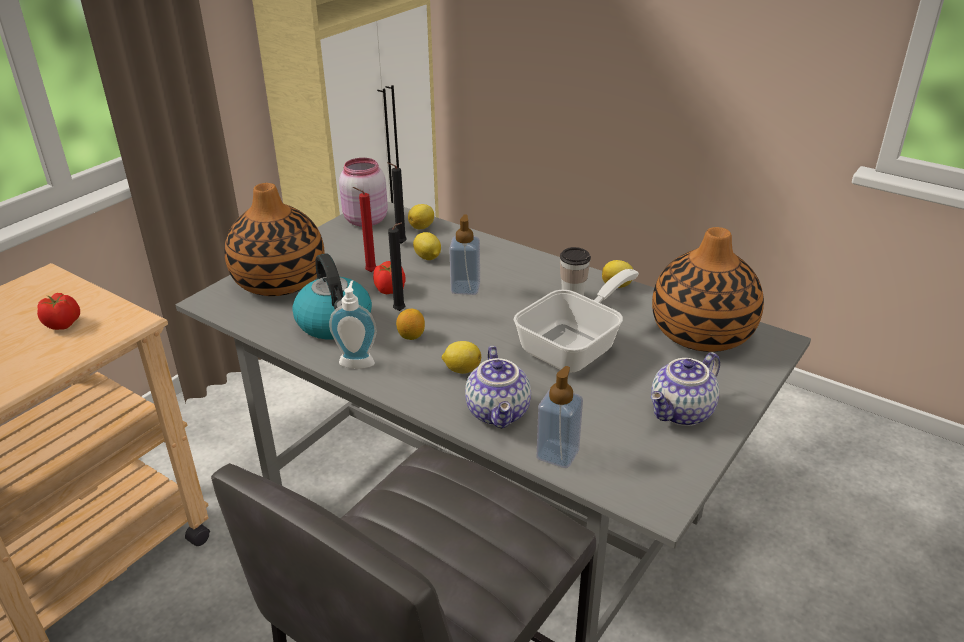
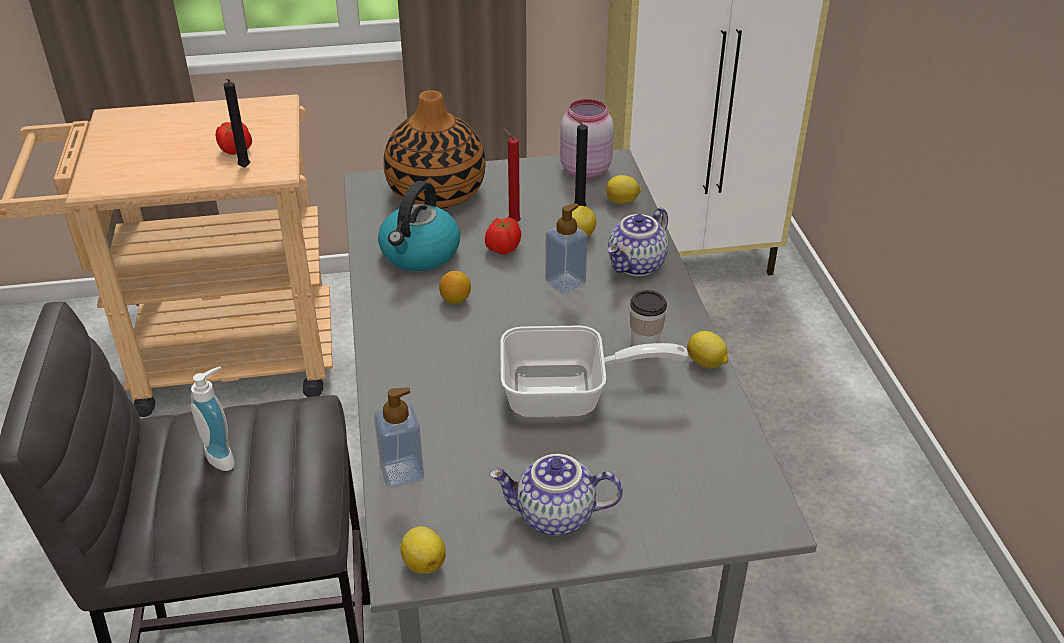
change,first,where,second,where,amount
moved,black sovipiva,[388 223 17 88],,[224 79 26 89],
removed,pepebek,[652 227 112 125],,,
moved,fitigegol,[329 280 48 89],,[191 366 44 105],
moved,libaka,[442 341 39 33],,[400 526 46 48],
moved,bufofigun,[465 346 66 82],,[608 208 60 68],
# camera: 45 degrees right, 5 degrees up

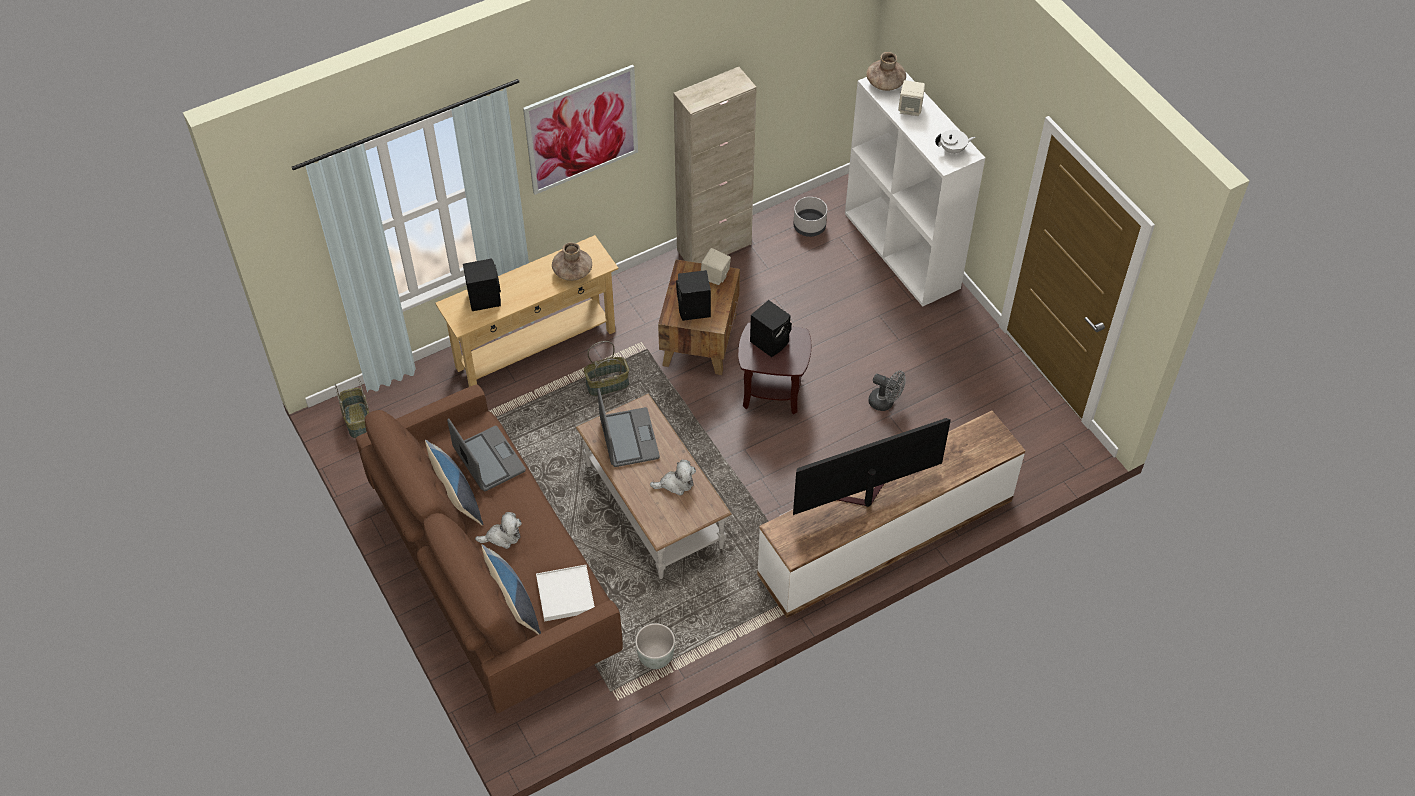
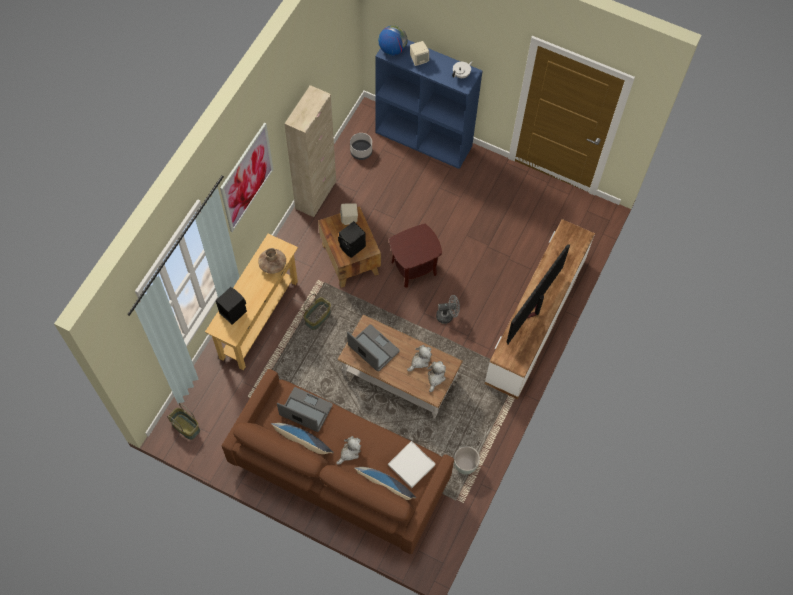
change,first,where,second,where,amount
replaced,brown pepebek,[866 52 40 39],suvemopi,[378 26 30 29],
recoloured,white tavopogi,[845 73 140 234],blue tavopogi,[375 40 107 129],
removed,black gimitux,[750 300 42 57],,,
moved,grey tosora,[869 371 37 40],,[436 295 24 29],
added,,,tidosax,[427 361 19 31],
# camera: 35 degrees left, 10 degrees up

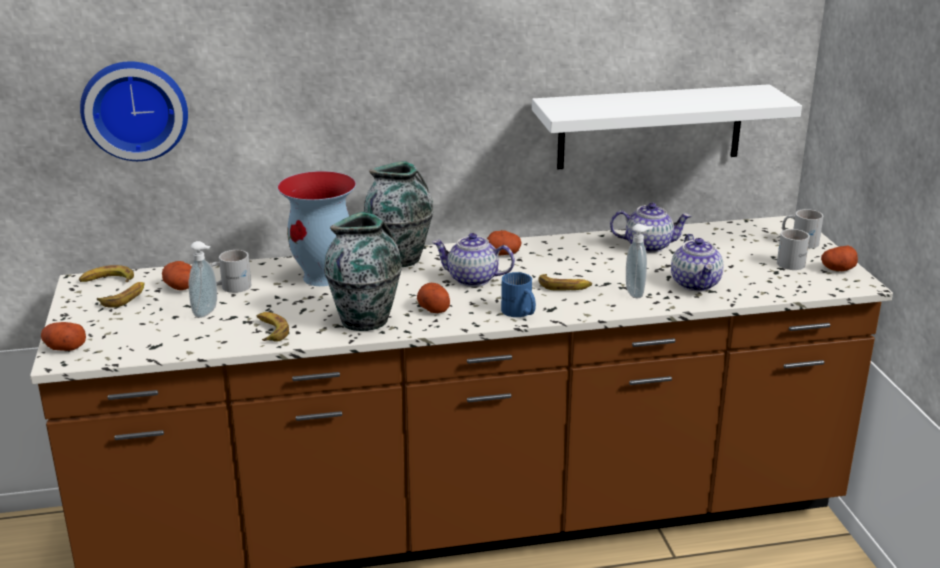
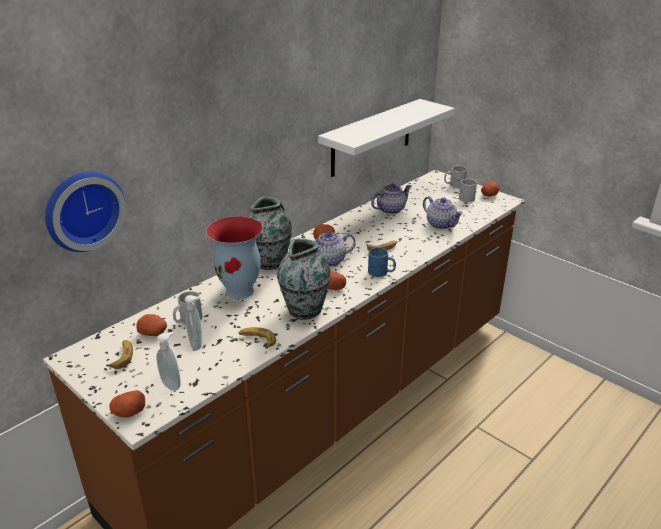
change,first,where,second,where,amount
moved,fitigegol,[626 224 27 74],,[156 332 25 59],
removed,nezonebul,[79 265 55 17],,,
# camera: 35 degrees left, 5 degrees up

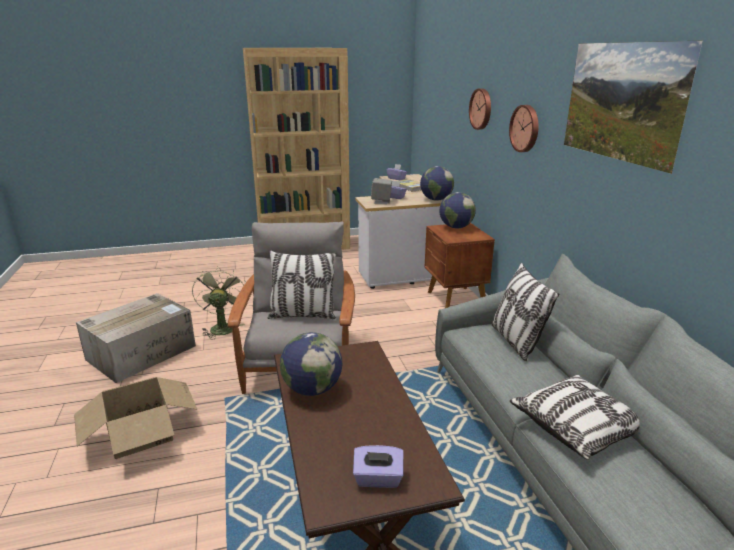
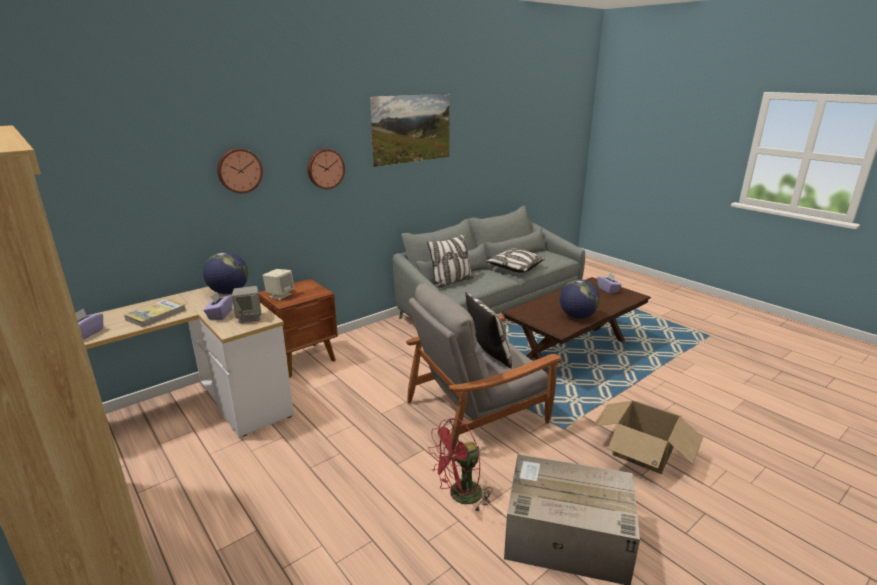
change,first,where,second,where,amount
replaced,suvemopi,[439 192 37 37],beige gimitux,[263 269 31 31],
recoloured,green tosora,[192 266 54 72],red tosora,[428 418 65 95],
# camera: 115 degrees left, 0 degrees up

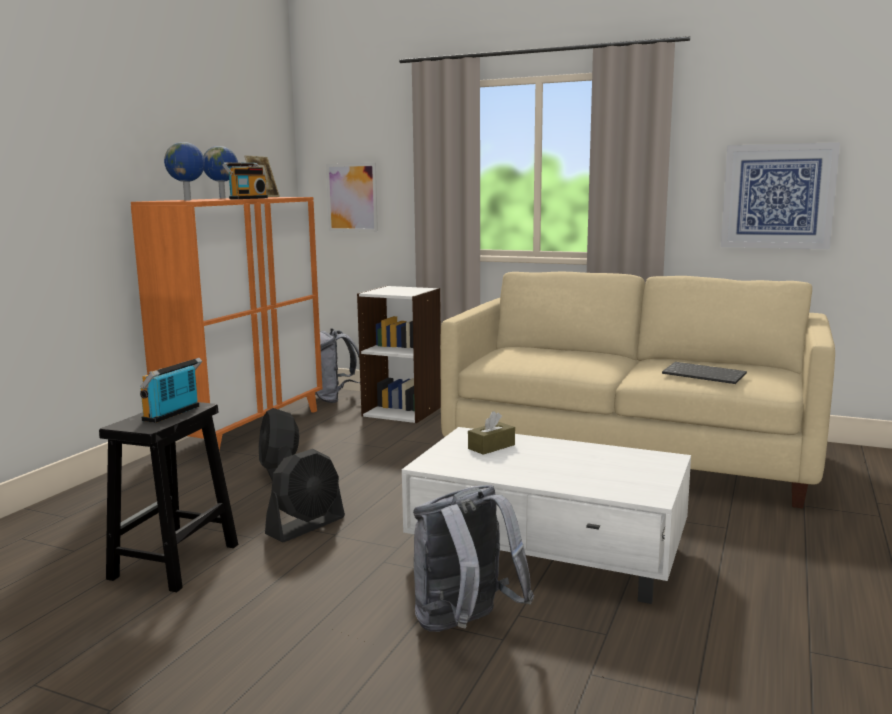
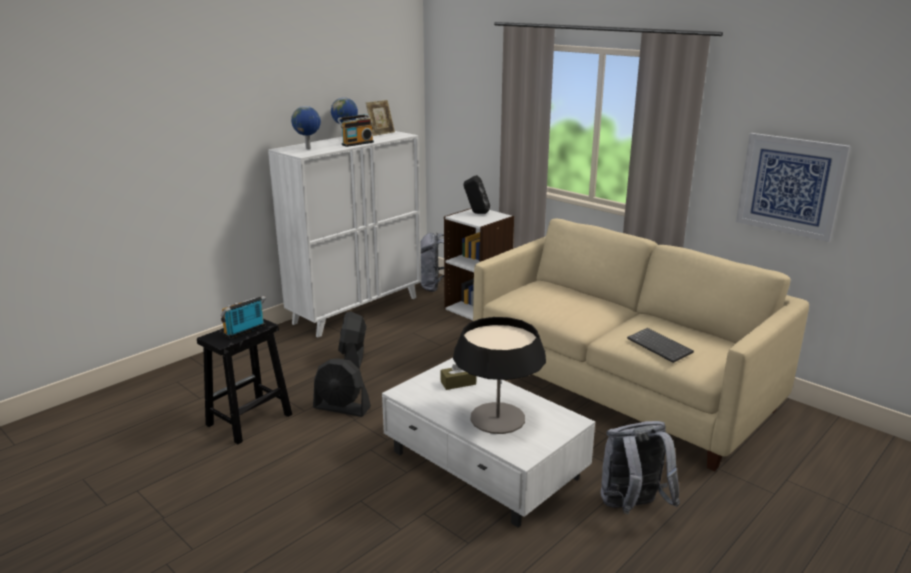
change,first,where,second,where,amount
removed,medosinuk,[326 163 52 69],,,
recoloured,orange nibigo,[131 197 192 254],white nibigo,[268 131 153 206],
turned,black tosora,[265 449 80 93],,[313 358 58 59],45 degrees clockwise
moved,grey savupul,[413 485 121 147],,[601 421 79 93],
added,,,black gimitux,[464 175 26 39],
added,,,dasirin,[453 317 93 117],
# camera: 20 degrees right, 10 degrees up

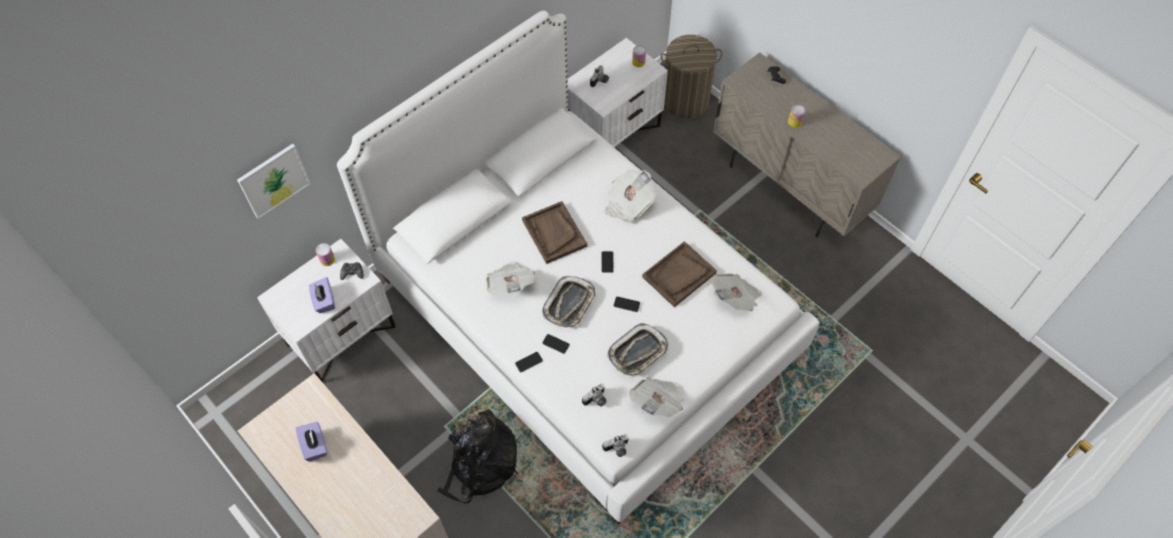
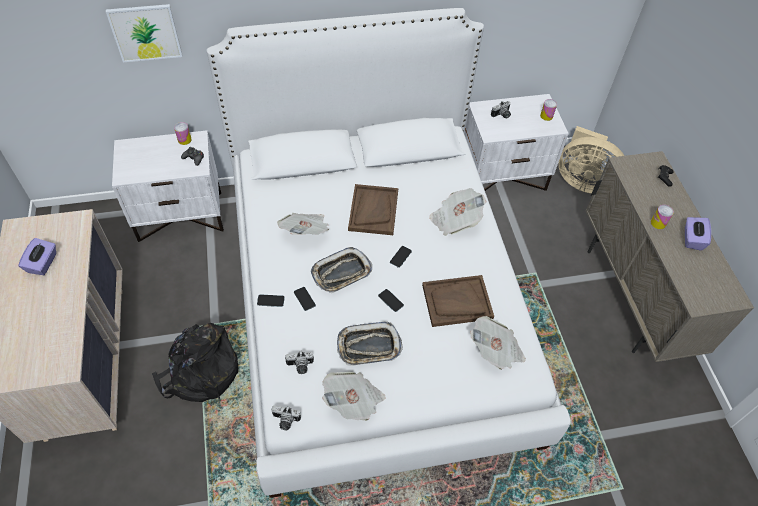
change,first,where,second,where,amount
replaced,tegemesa,[660 35 62 83],beige tosora,[559 126 65 67],
moved,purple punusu,[309 277 26 36],,[685 217 26 34],
# camera: 30 degrees right, 5 degrees down

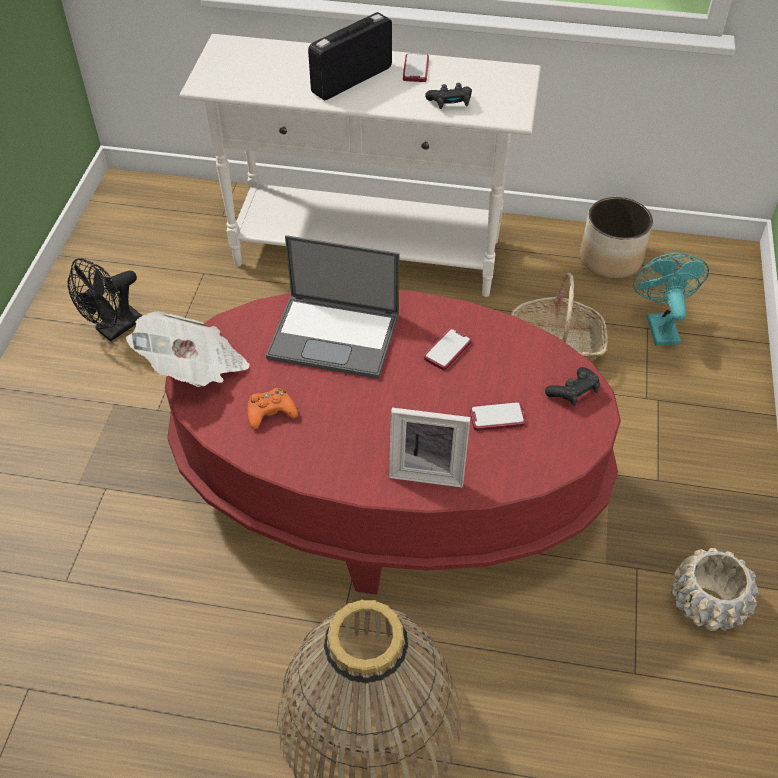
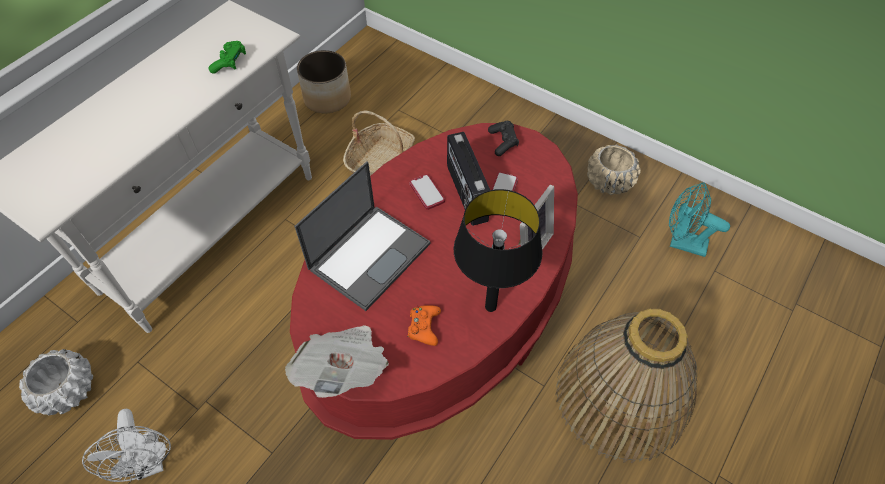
change,first,where,second,where,amount
moved,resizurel,[308 12 84 88],,[447 132 43 94],
removed,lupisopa,[403 54 26 28],,,
recoloured,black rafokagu,[425 83 47 26],green rafokagu,[209 41 37 33],
moved,turquoise tosora,[633 253 76 93],,[669 182 61 75],
recoloured,black tosora,[68 258 75 83],white tosora,[82 409 89 73],
added,,,black dasirin,[454 189 89 123],
added,,,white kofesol,[19 349 74 66],
# camera: 65 degrees left, 5 degrees up

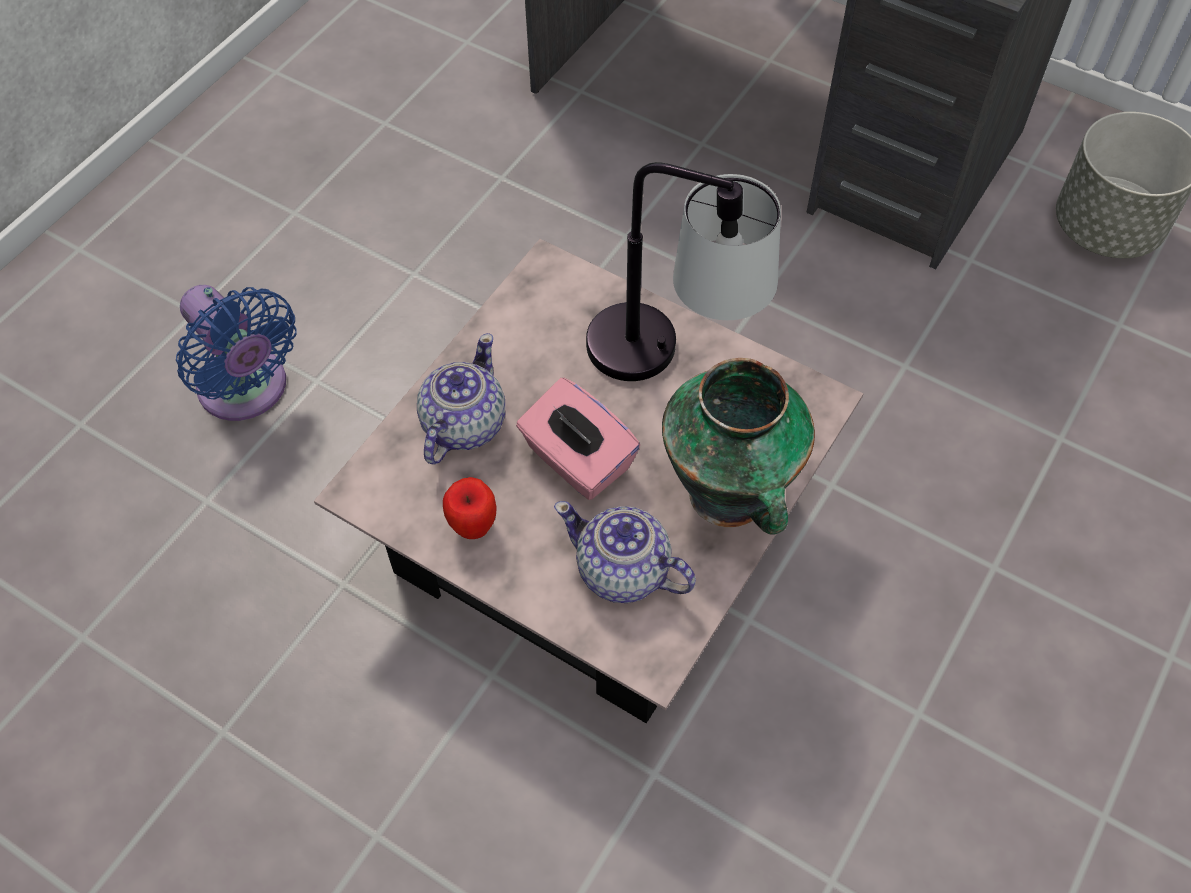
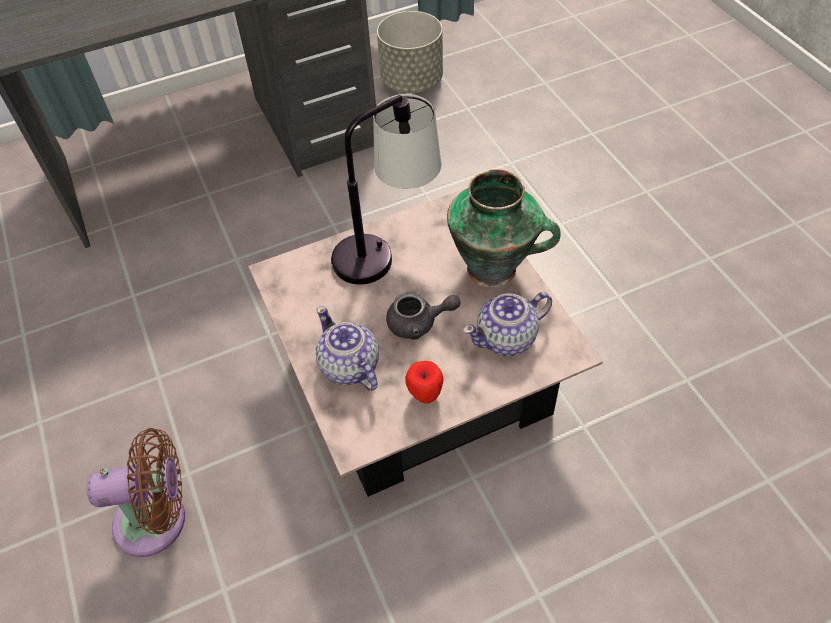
change,first,where,second,where,amount
recoloured,blue tosora,[176 285 121 136],brown tosora,[87 428 98 129],
replaced,pink punusu,[516 378 124 122],grey bufofigun,[386 292 75 48],
# camera: 55 degrees left, 5 degrees down

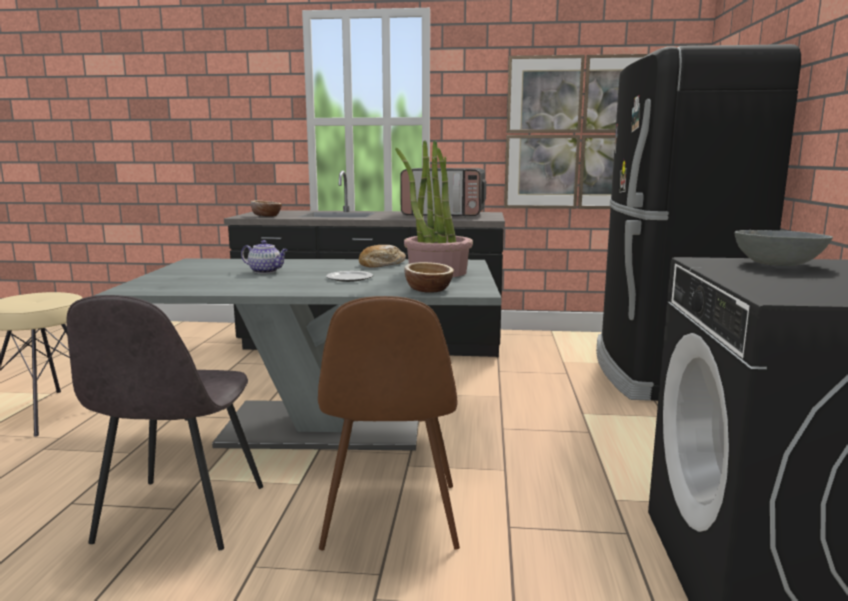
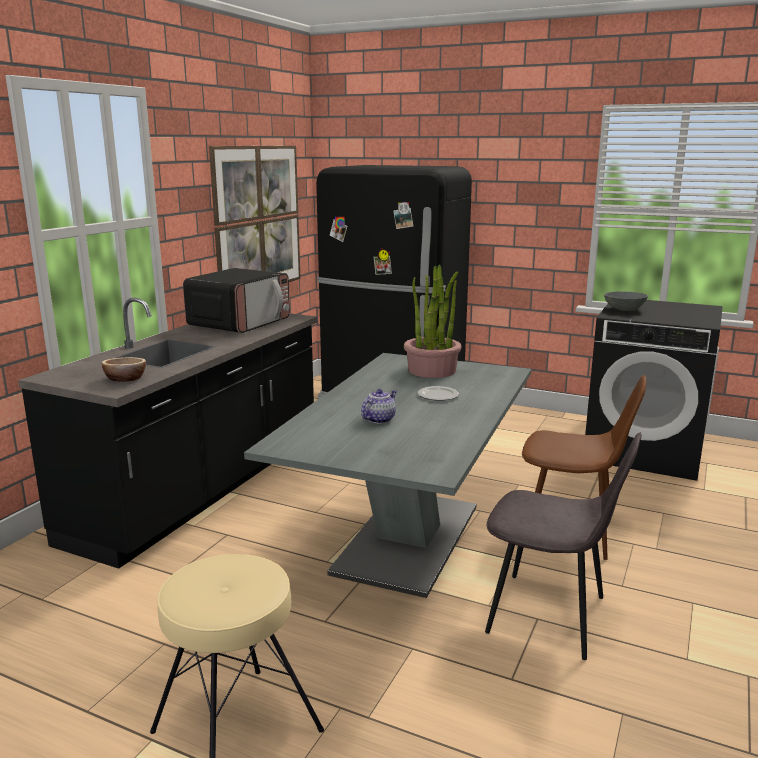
change,first,where,second,where,amount
removed,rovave,[359 245 47 23],,,
removed,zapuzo,[404 262 50 31],,,
# camera: 70 degrees left, 5 degrees up

